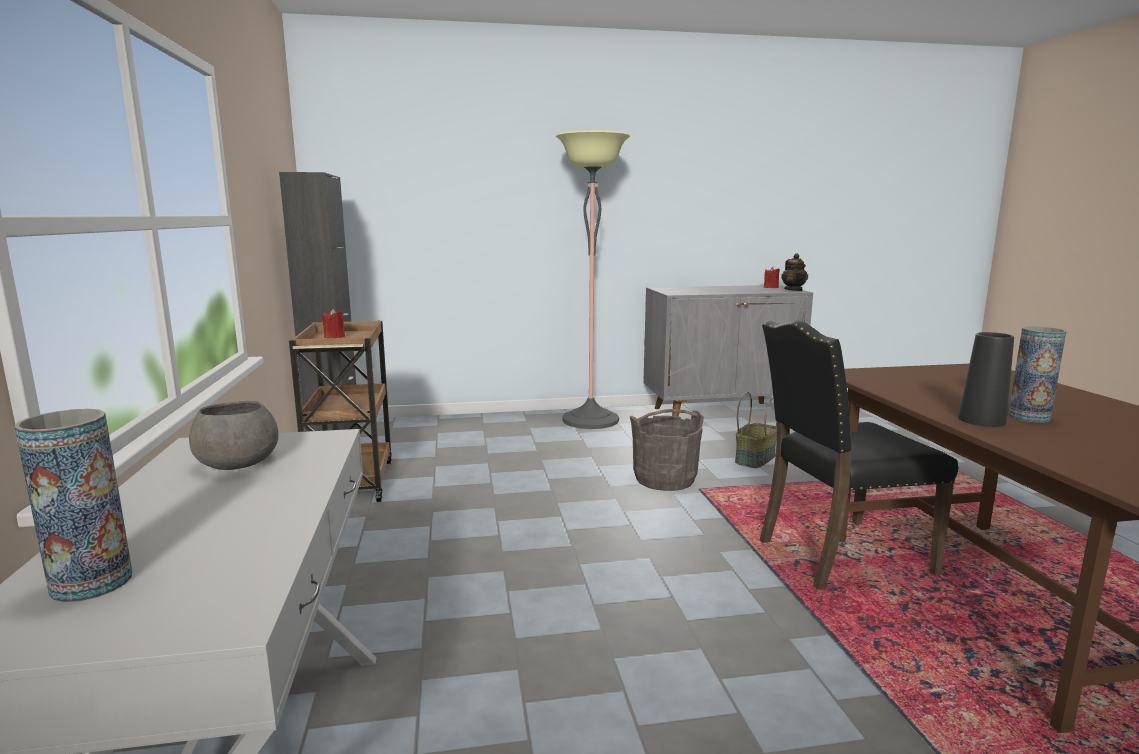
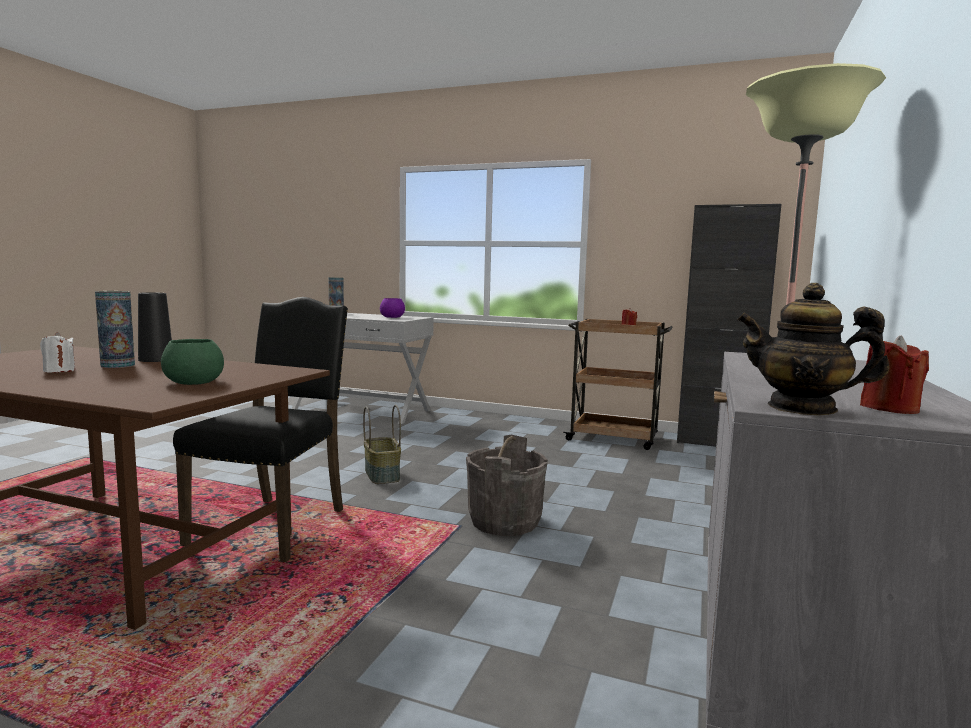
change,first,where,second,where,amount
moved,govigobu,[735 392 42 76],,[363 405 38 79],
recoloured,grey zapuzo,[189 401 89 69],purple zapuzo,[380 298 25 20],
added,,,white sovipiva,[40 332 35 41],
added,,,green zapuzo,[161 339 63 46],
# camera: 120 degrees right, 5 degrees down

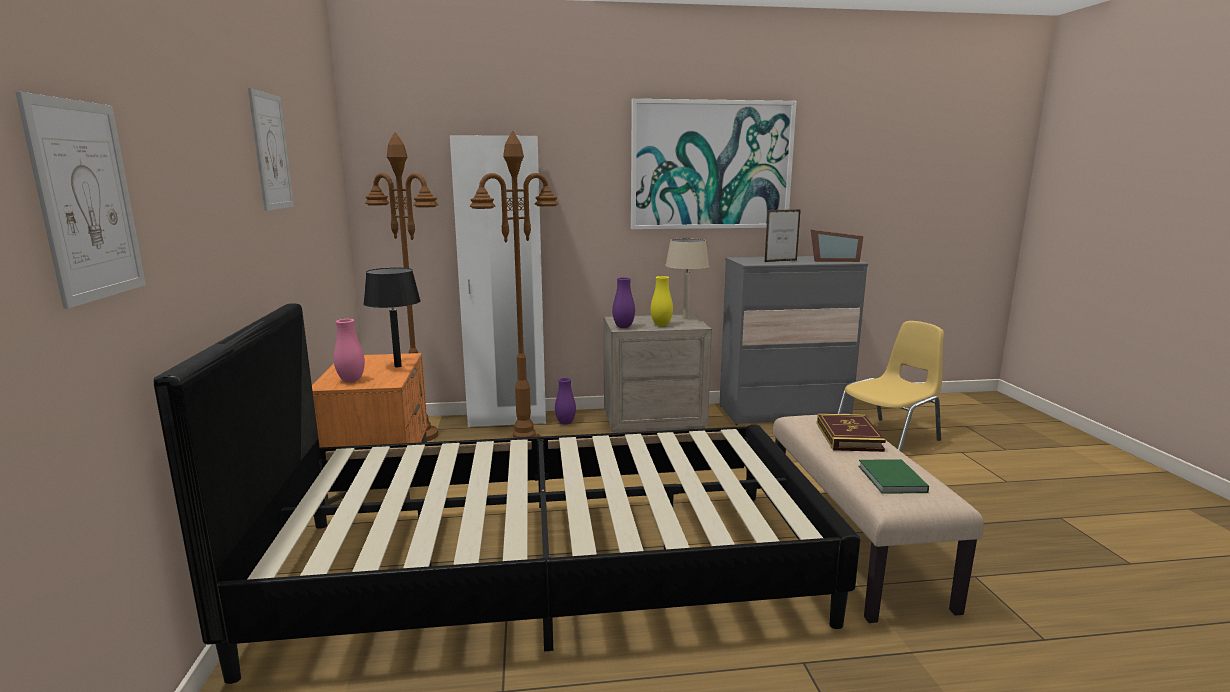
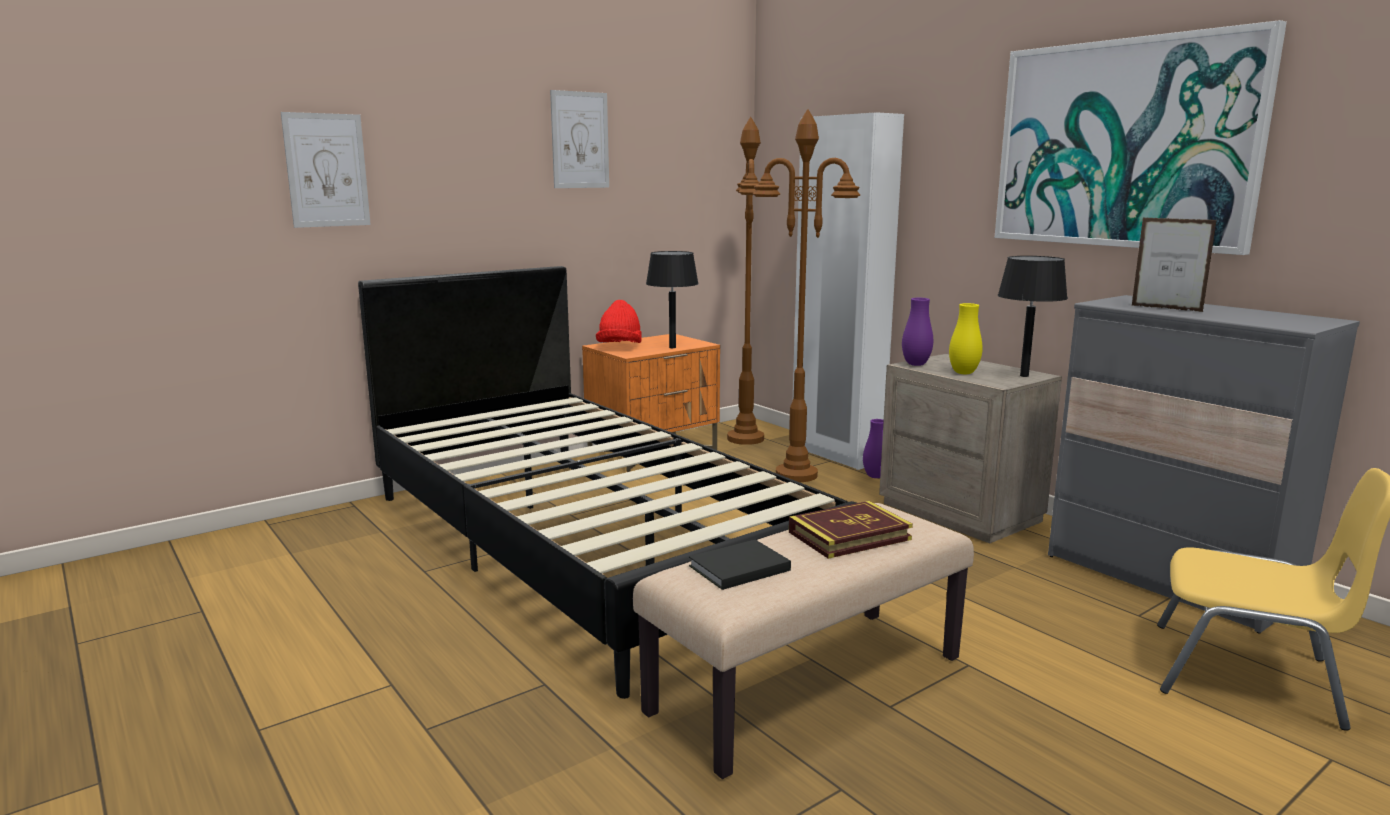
change,first,where,second,where,amount
removed,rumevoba,[811 229 52 33],,,
recoloured,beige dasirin,[665 238 44 81],black dasirin,[997 256 71 121],
replaced,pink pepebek,[334 319 31 63],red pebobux,[596 300 46 43],
recoloured,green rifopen,[858 459 71 35],black rifopen,[689 540 102 50],
# camera: 60 degrees right, 0 degrees up

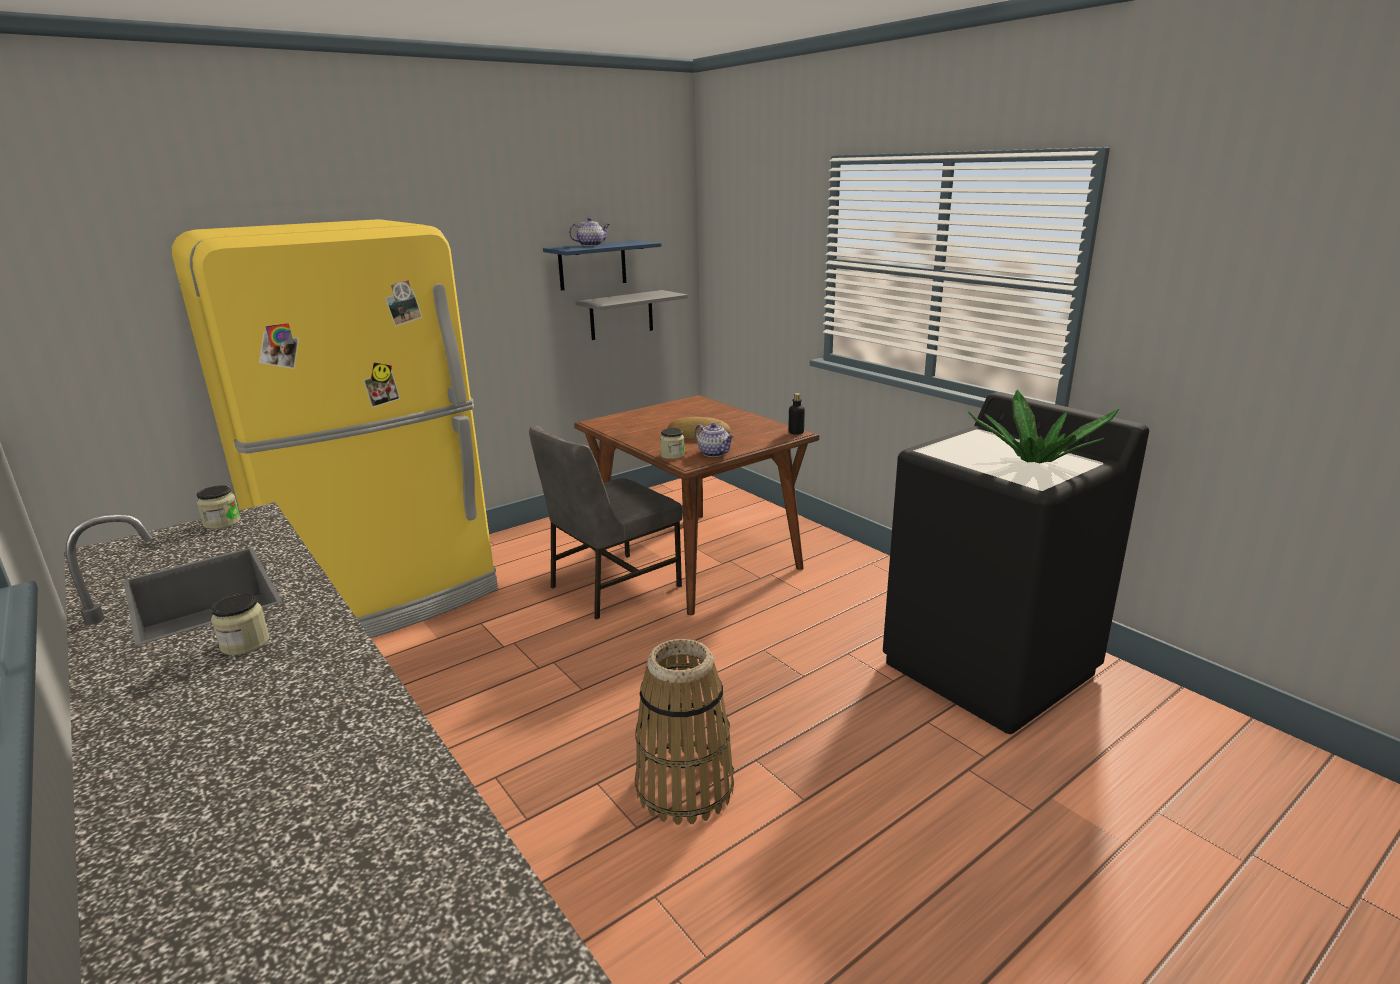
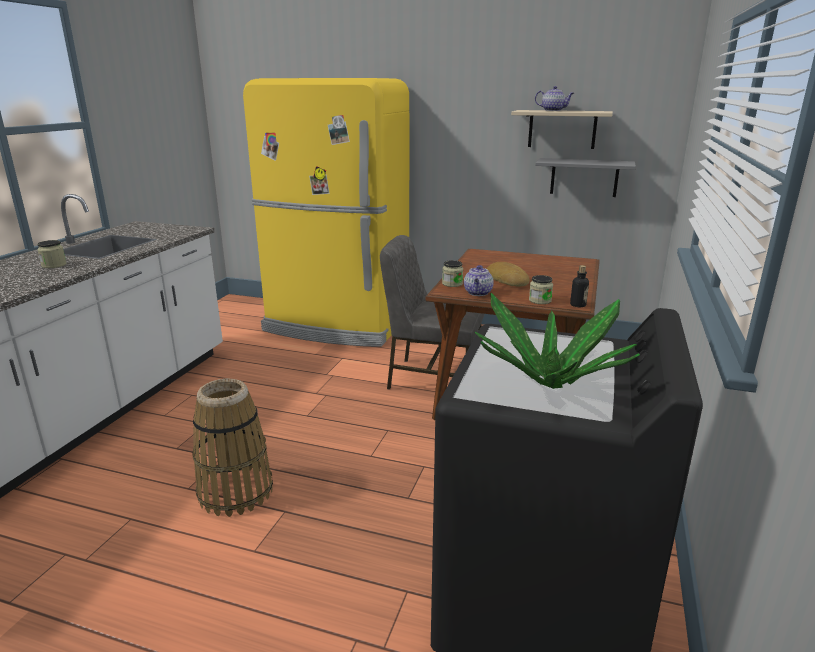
change,first,where,second,where,amount
recoloured,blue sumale,[543 240 118 51],beige sumale,[511 110 102 39],
moved,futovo,[197 485 43 45],,[529 275 24 29],
# camera: 55 degrees right, 0 degrees up

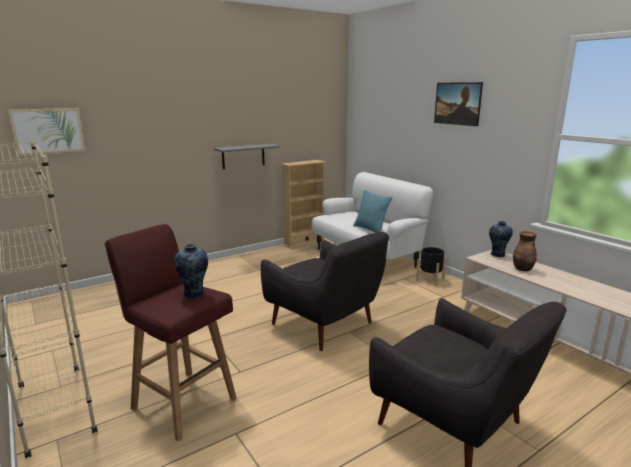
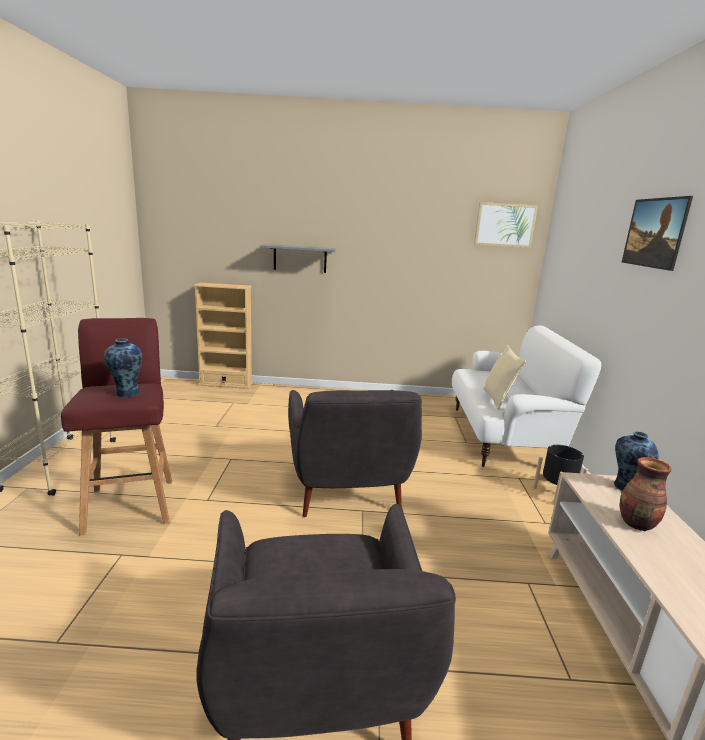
change,first,where,second,where,amount
moved,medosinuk,[8 108 78 48],,[474 202 64 46],
moved,grey sumale,[214 144 66 25],,[260 244 76 29],
moved,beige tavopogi,[281 160 44 89],,[193 283 60 106],
recoloured,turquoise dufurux,[353 190 39 43],beige dufurux,[483 345 43 65],
# camera: 35 degrees right, 0 degrees up

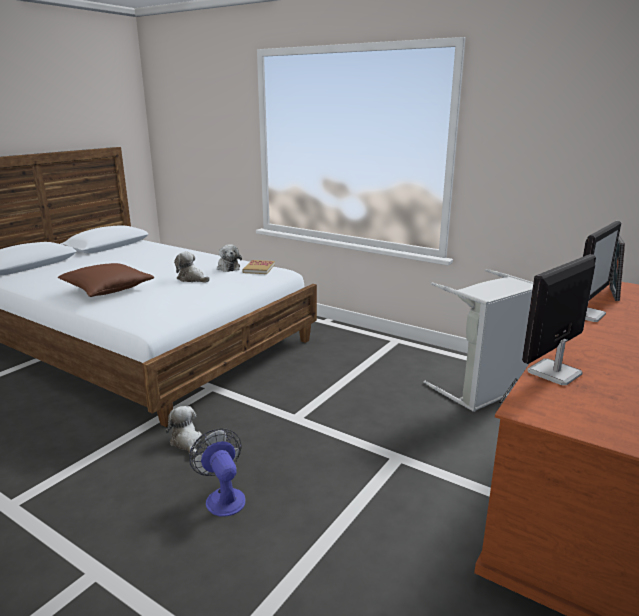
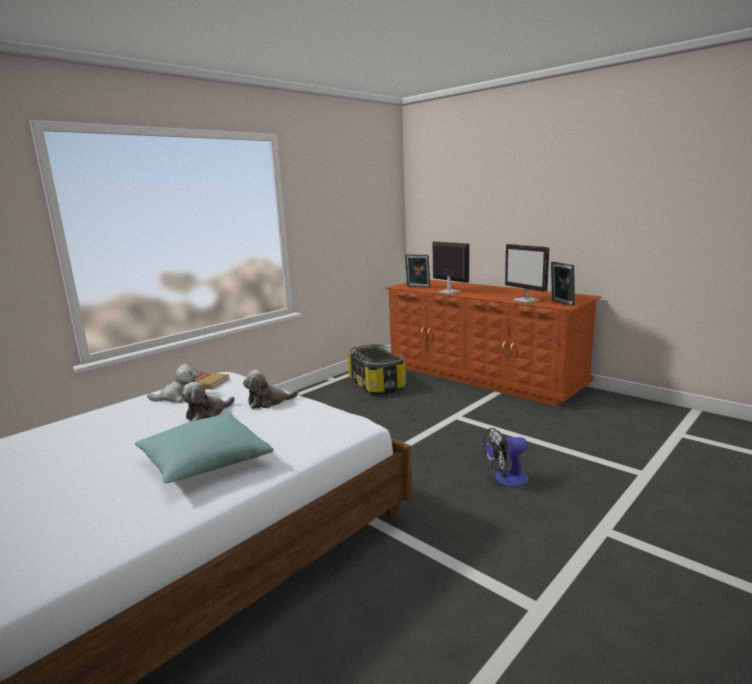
change,first,where,second,where,amount
recoloured,brown dufurux,[58 263 96 34],turquoise dufurux,[135 413 139 70],
replaced,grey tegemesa,[423 269 110 143],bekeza,[348 344 58 51],
moved,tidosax,[166 406 36 49],,[243 370 55 39],
added,,,rumevoba,[551 262 24 44],
# camera: 80 degrees left, 5 degrees down

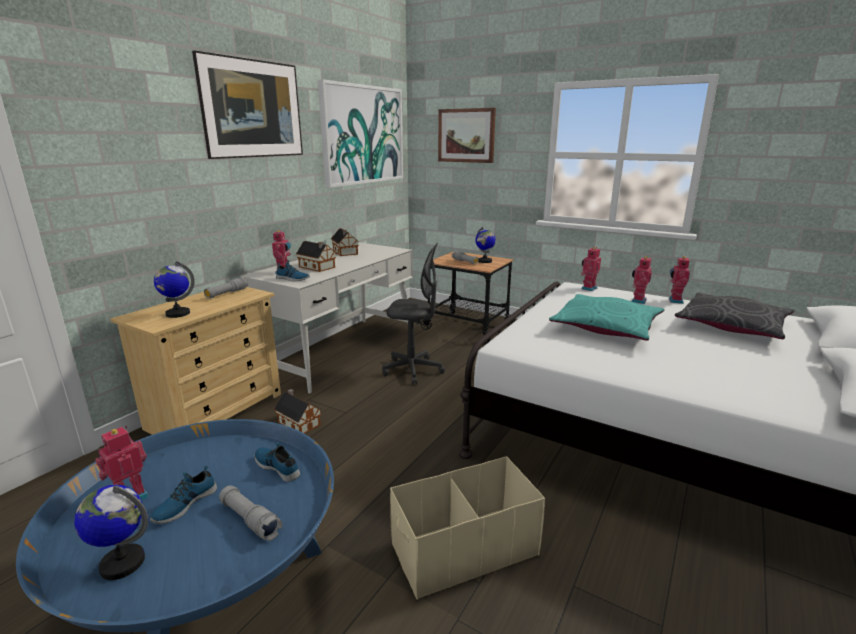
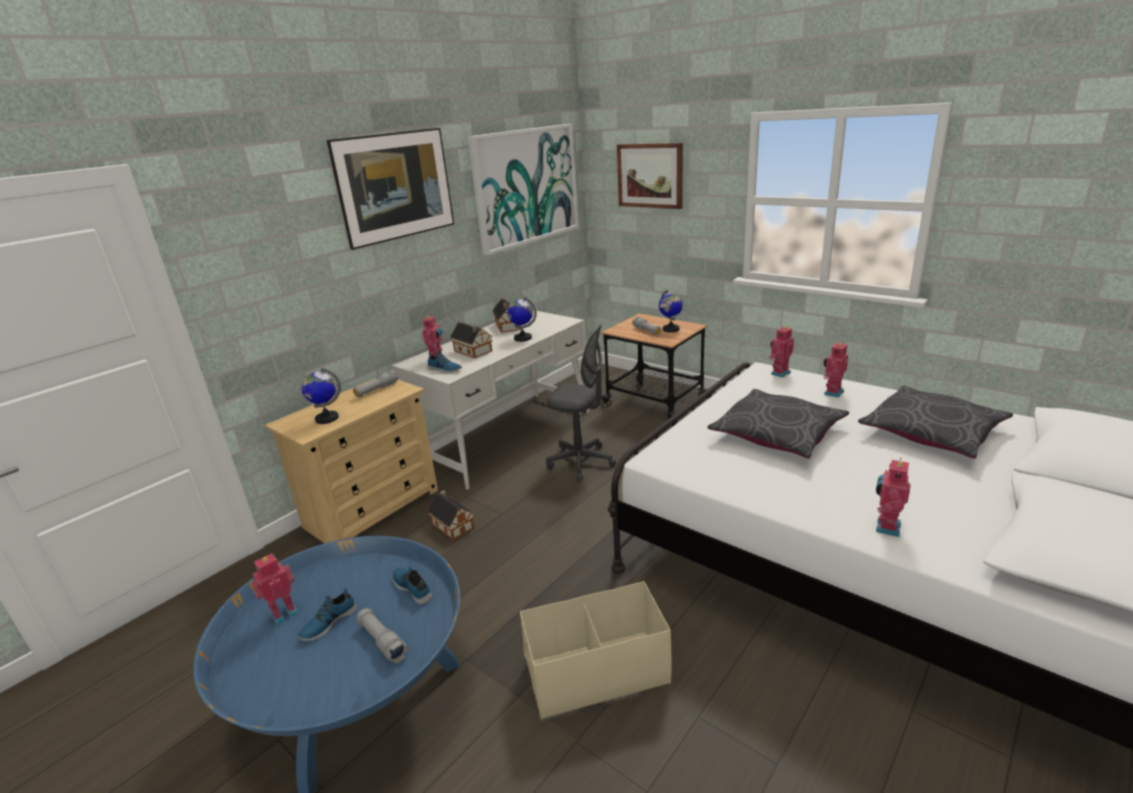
change,first,where,second,where,amount
moved,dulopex,[669 256 21 48],,[876 458 34 79],
recoloured,turquoise dufurux,[549 294 116 47],grey dufurux,[708 389 141 70],
moved,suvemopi,[74 485 74 95],,[507 297 30 45],
# camera: 10 degrees right, 5 degrees up

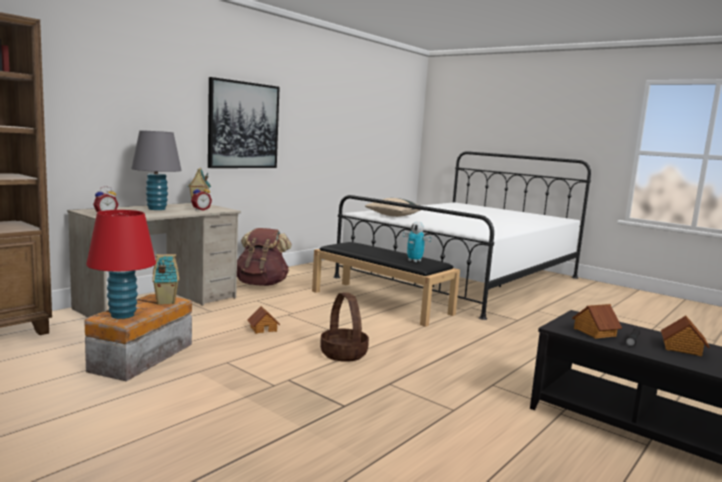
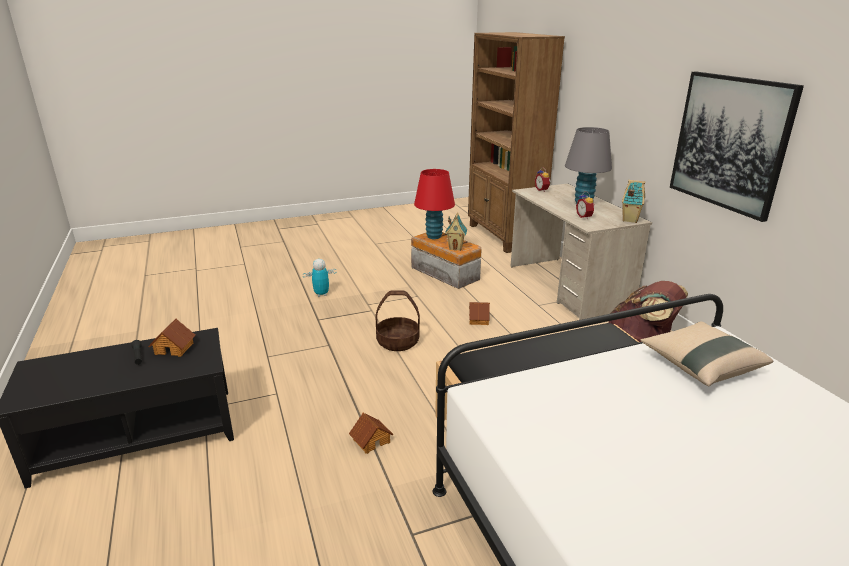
change,first,where,second,where,amount
moved,dulopex,[403 221 28 41],,[303 259 33 38],
moved,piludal,[661 315 49 42],,[349 413 44 41],
# camera: 120 degrees right, 15 degrees up

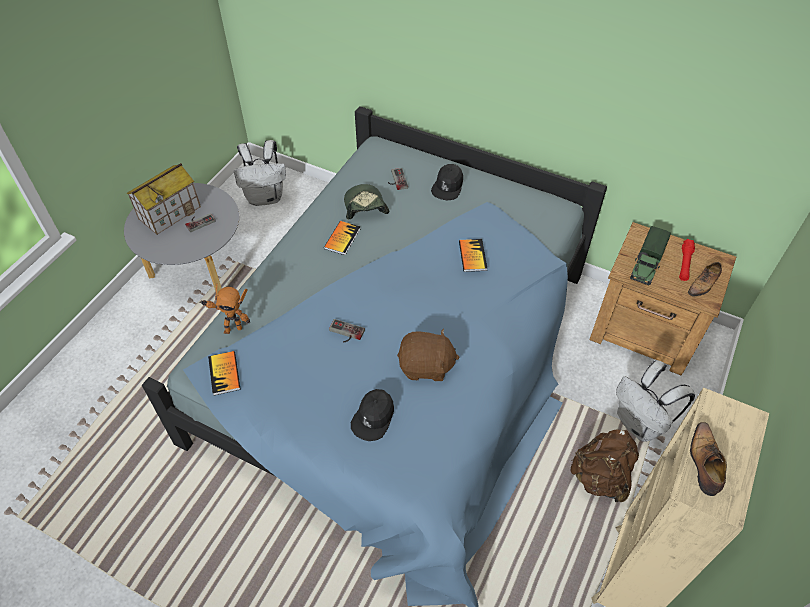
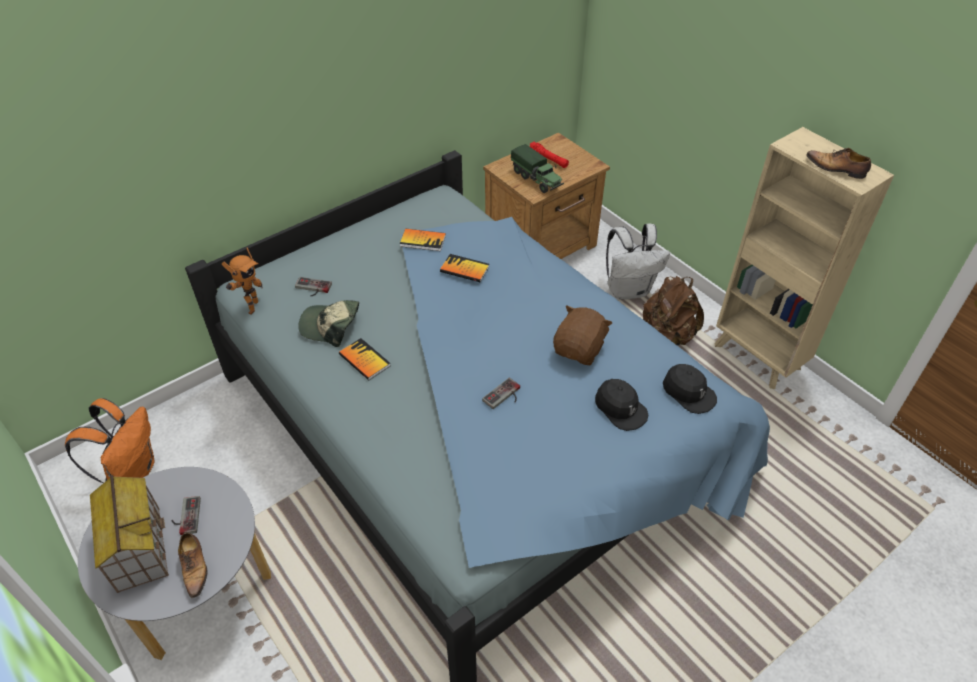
change,first,where,second,where,amount
recoloured,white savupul,[234 140 52 66],orange savupul,[65 398 89 85],
moved,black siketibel,[431 164 32 37],,[663 364 54 50],
moved,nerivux,[688 262 34 37],,[178 533 30 65],
moved,dulopex,[200 283 50 51],,[222 248 41 67],
moved,rifopen,[208 351 32 45],,[400 229 46 22],
# camera: 65 degrees left, 5 degrees down

